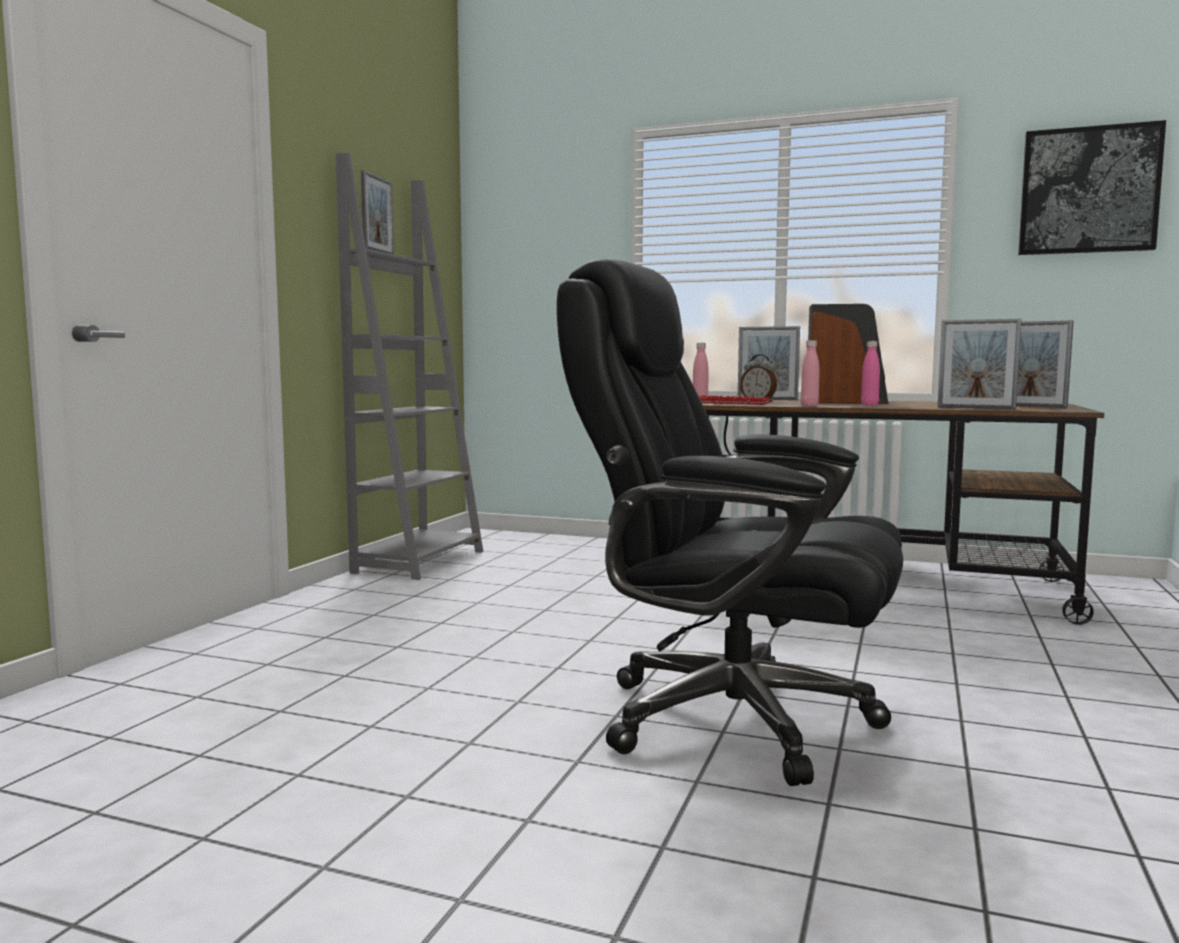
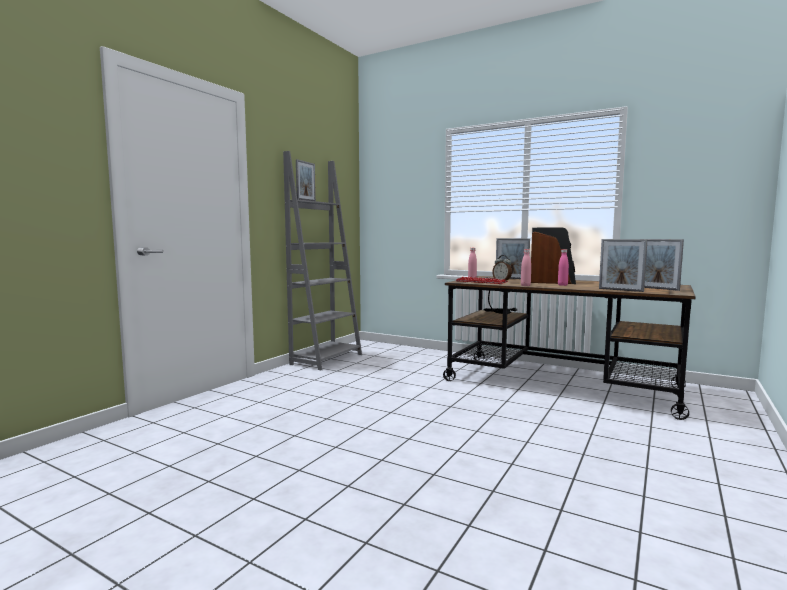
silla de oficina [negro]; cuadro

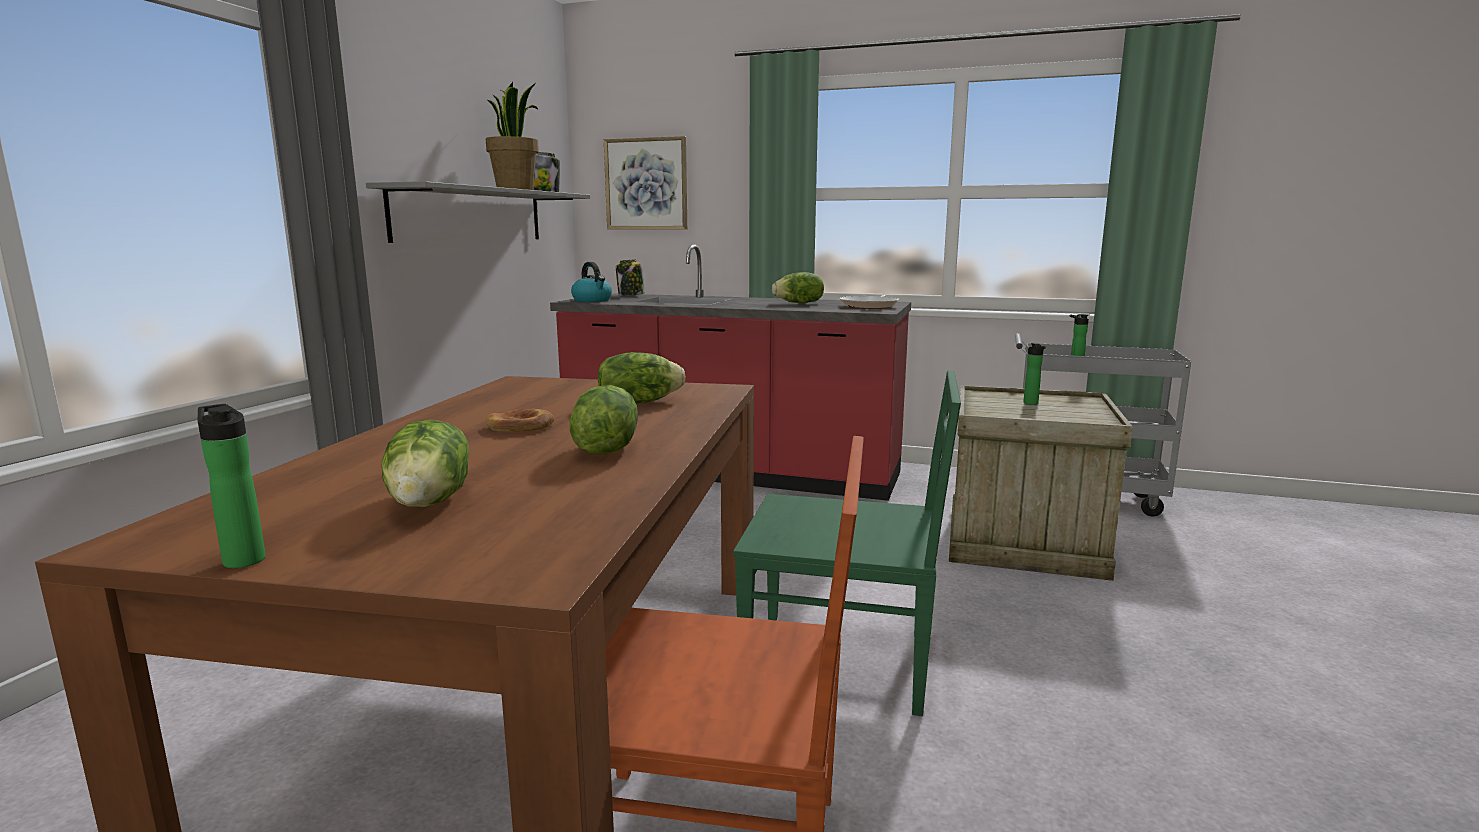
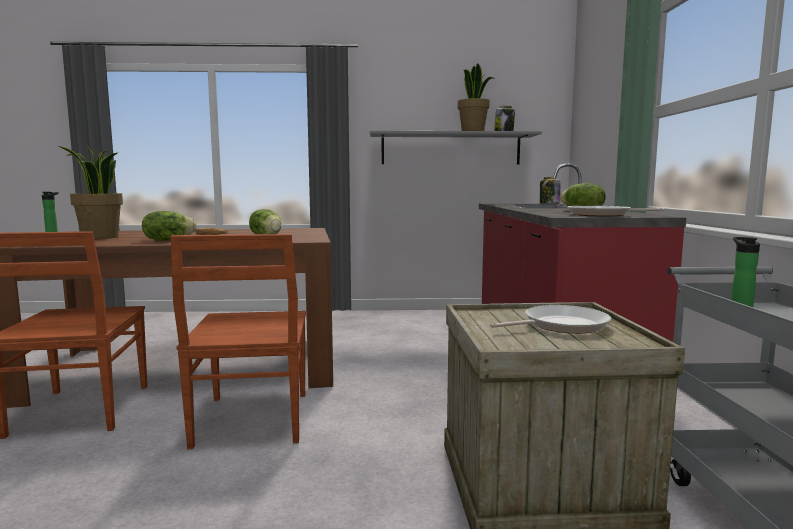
hervidor; cuadro; planta en maceta (1st from left); sartén (1st from left); silla [marrón] (2nd from left)

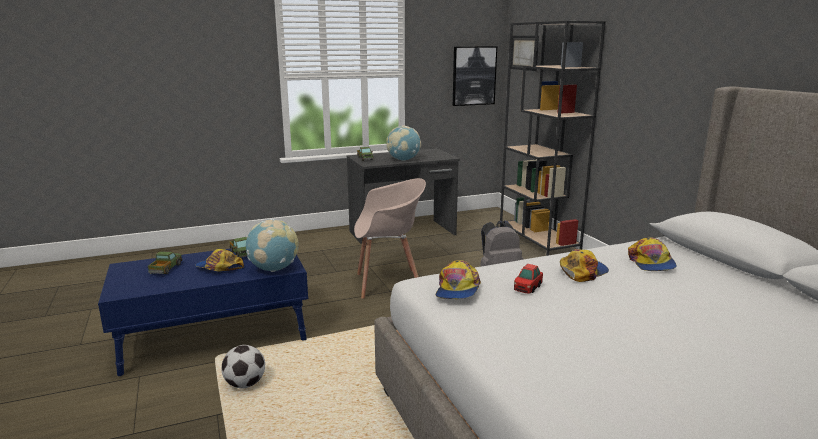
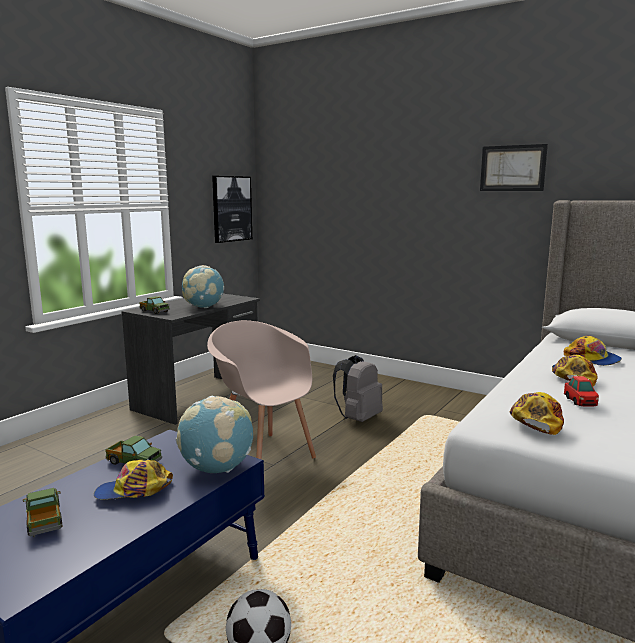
estantería; cuadro (2nd from left); silla [beis]; gorra (2nd from left)

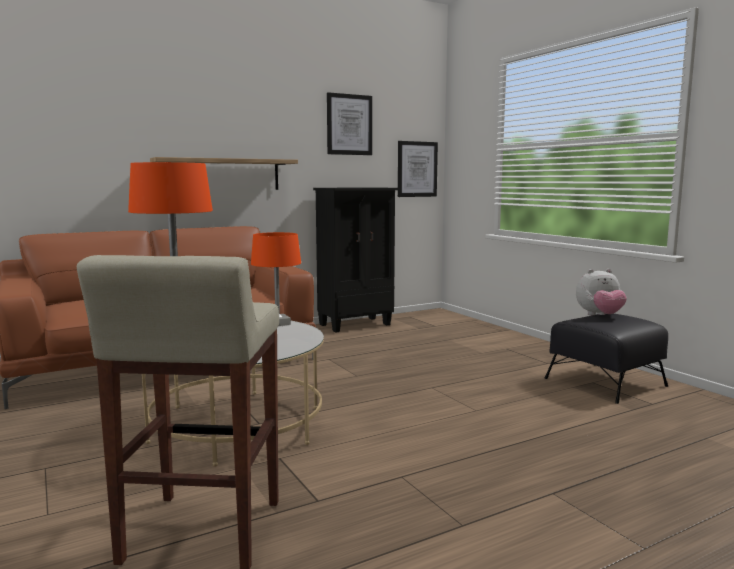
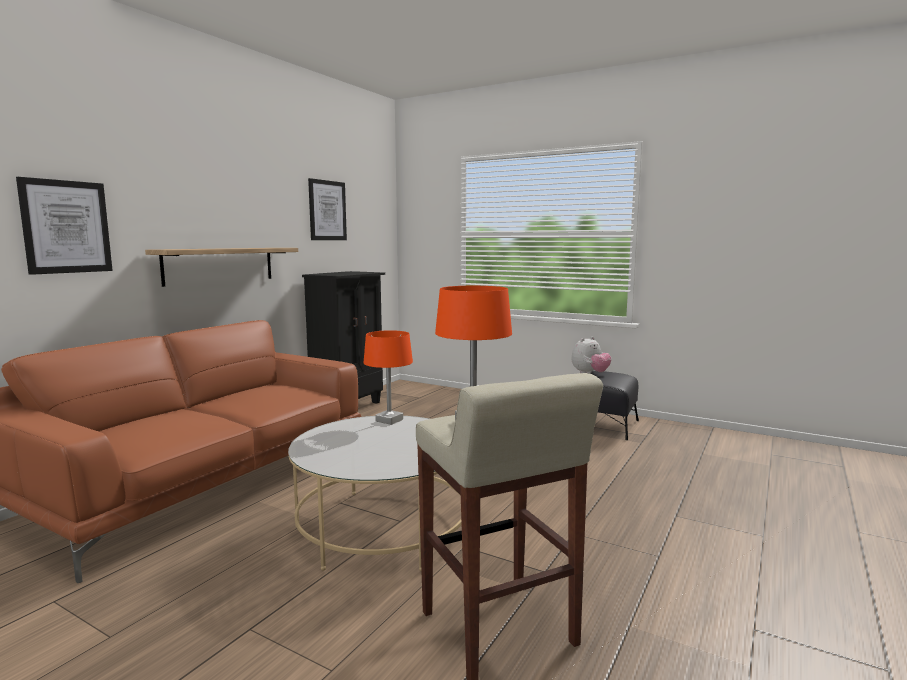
cuadro (1st from left)

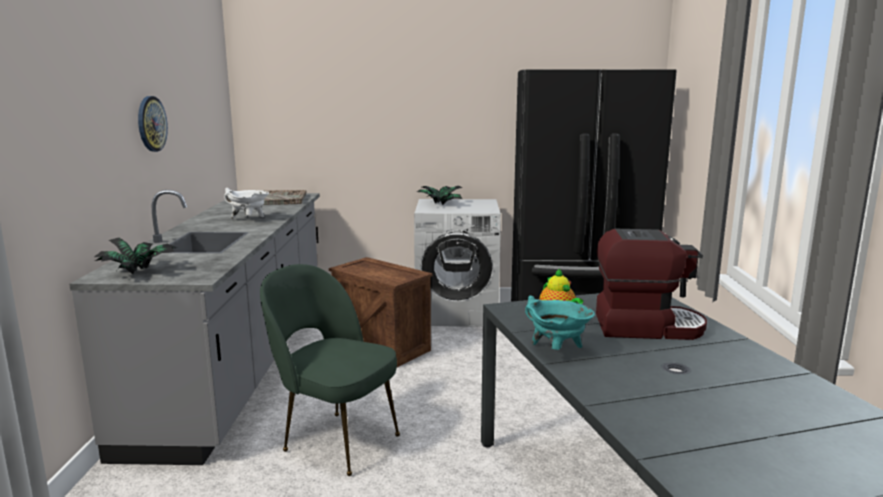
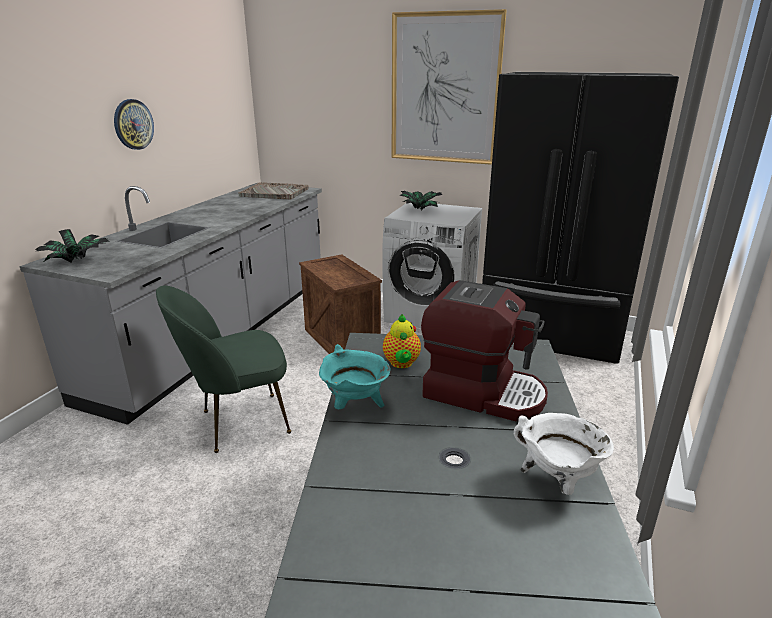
cuadro; olla [blanco]; silla [verde]

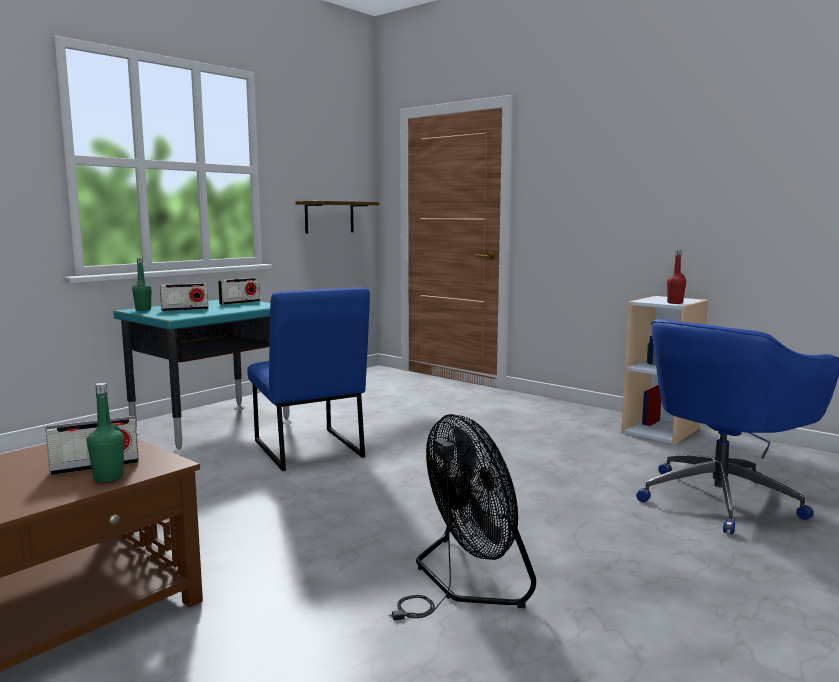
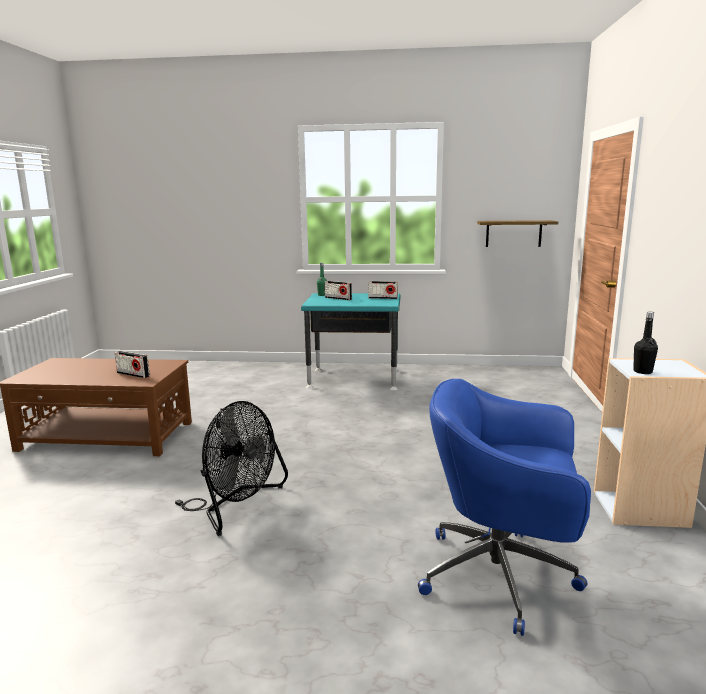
botella [verde] (1st from left in the first image); silla [azul]; botella [negro]

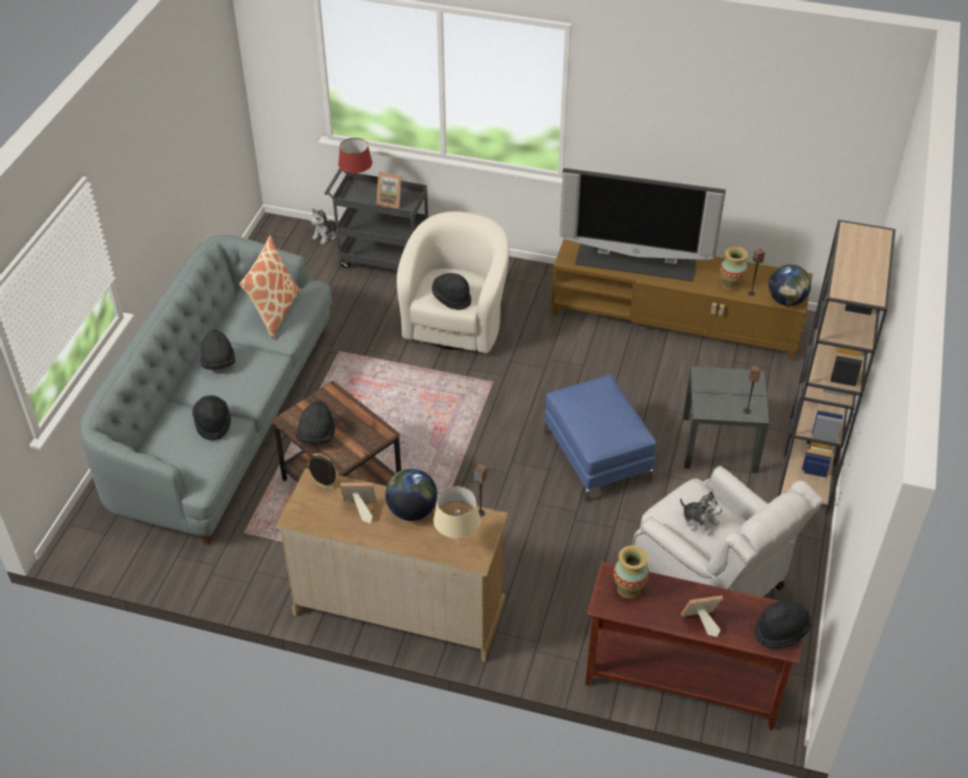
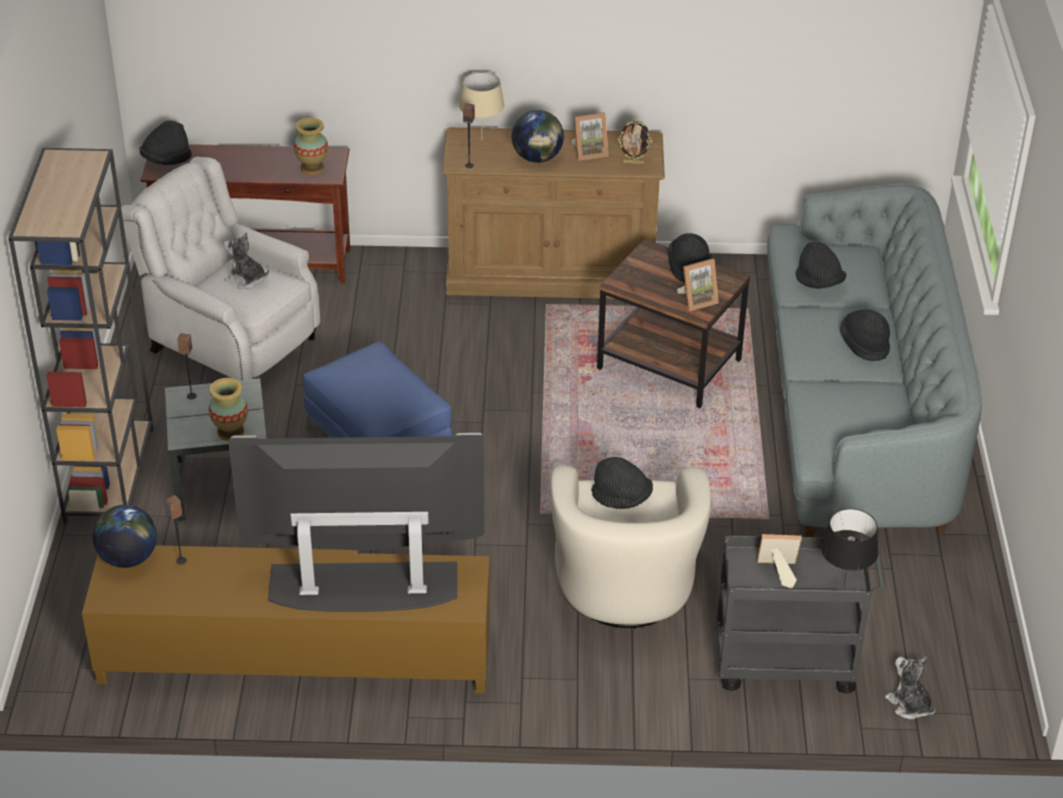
cojín; portarretratos (3rd from left); florero (1st from left); lámpara de mesa [negro]; peluche (2nd from left)

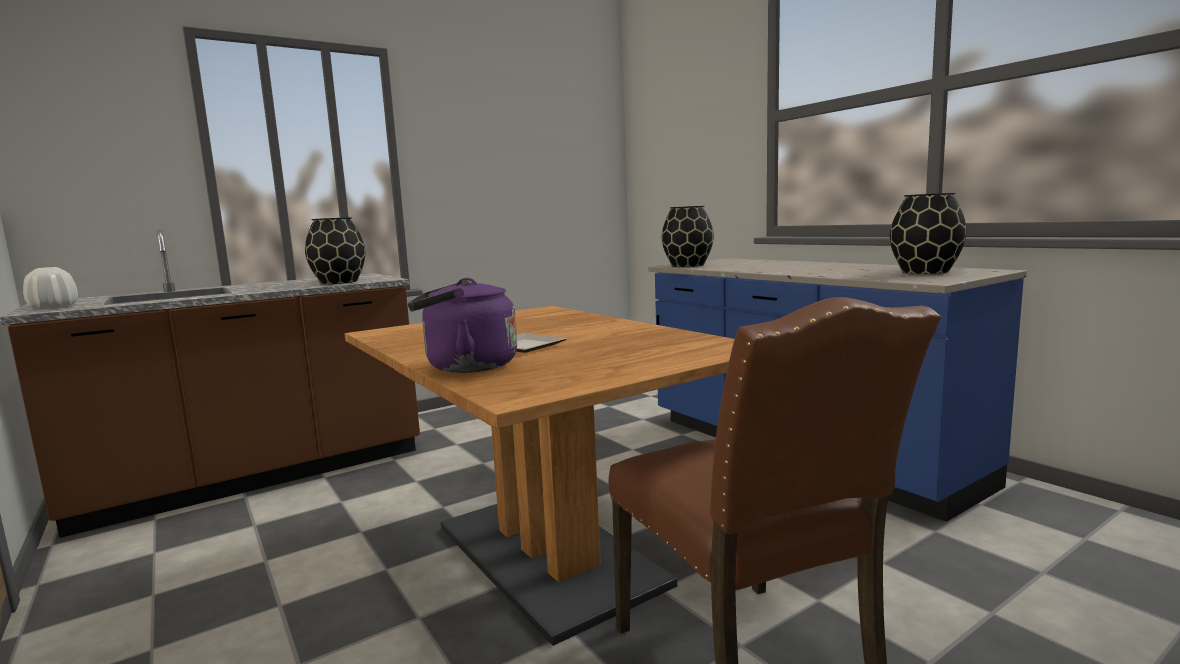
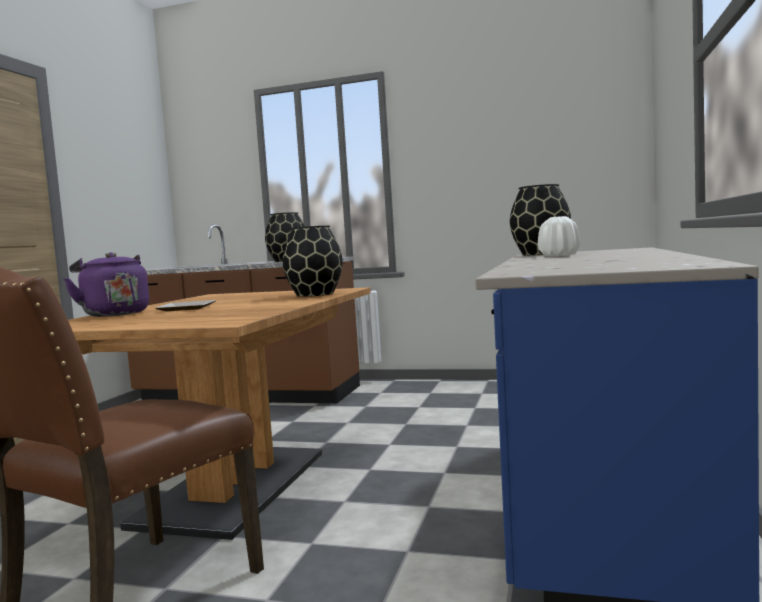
florero [blanco]; florero [negro] (2nd from left)

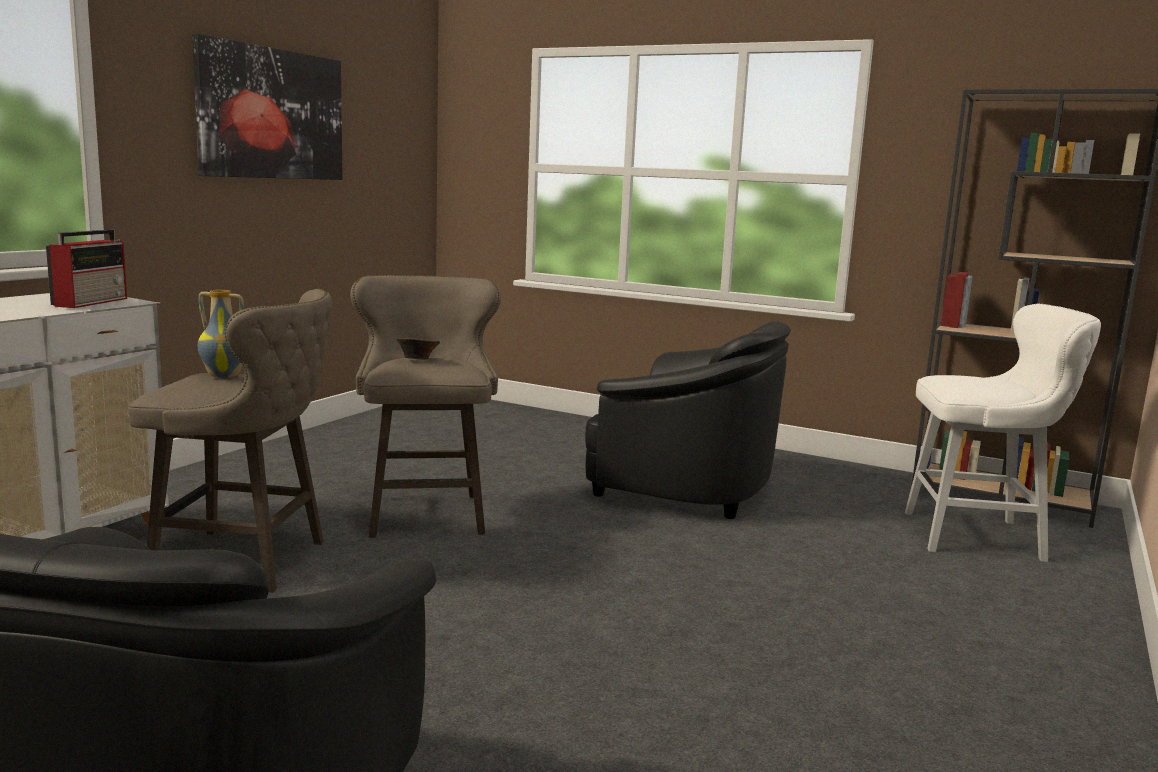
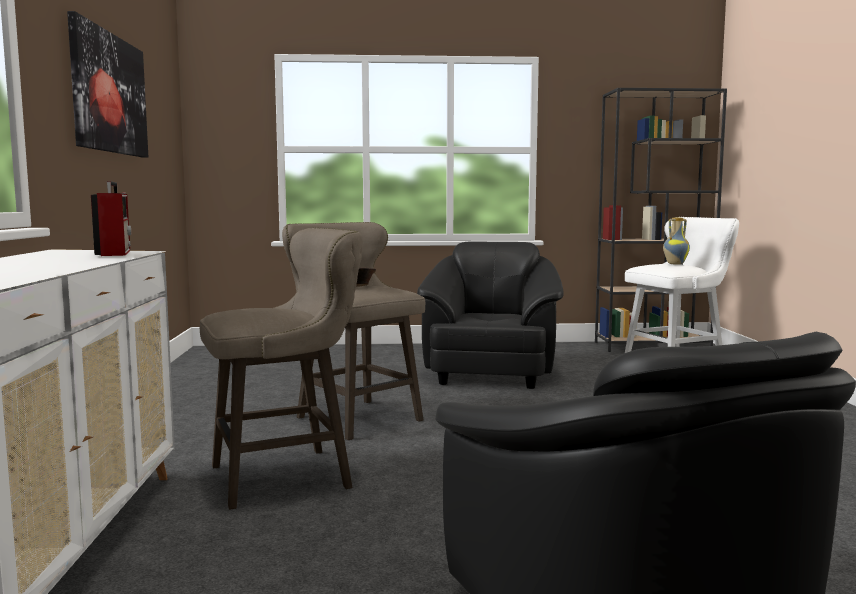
florero; sillón [negro] (1st from left)

